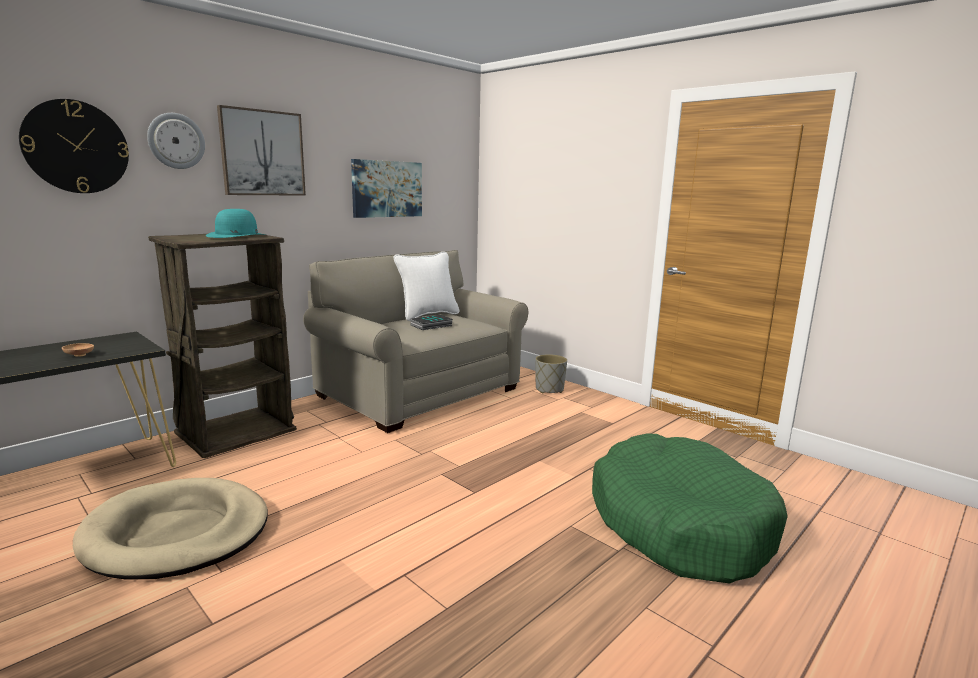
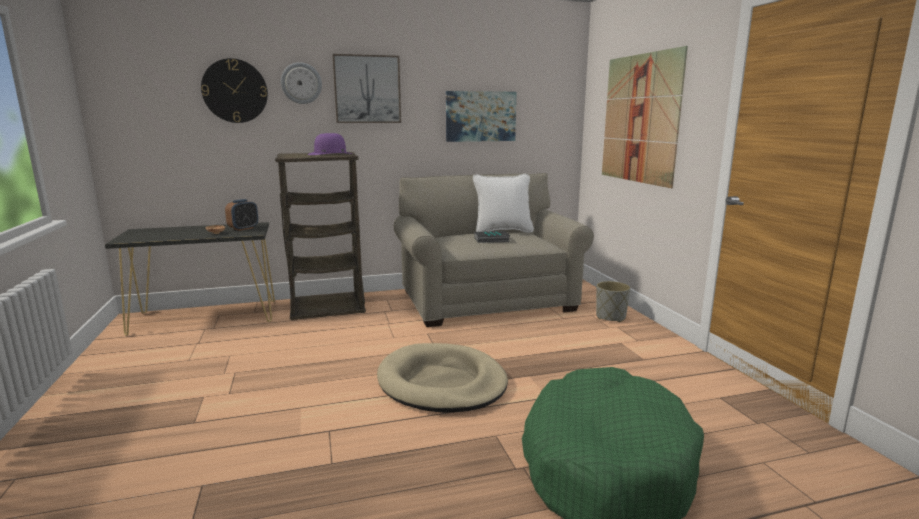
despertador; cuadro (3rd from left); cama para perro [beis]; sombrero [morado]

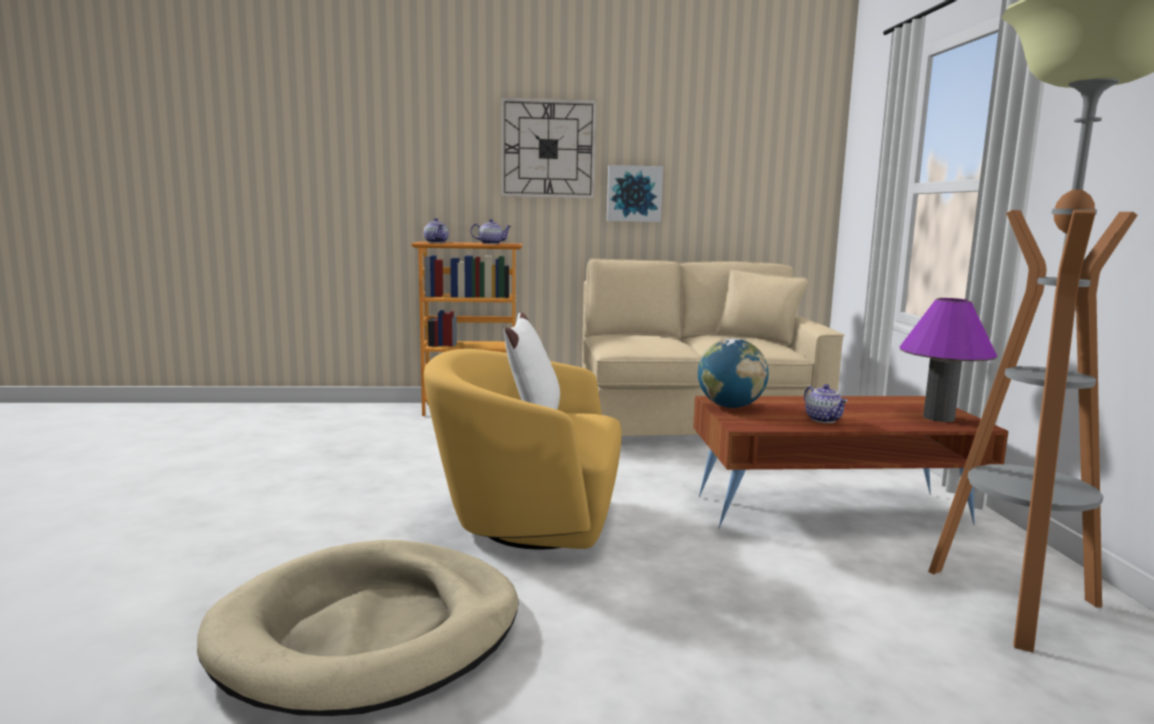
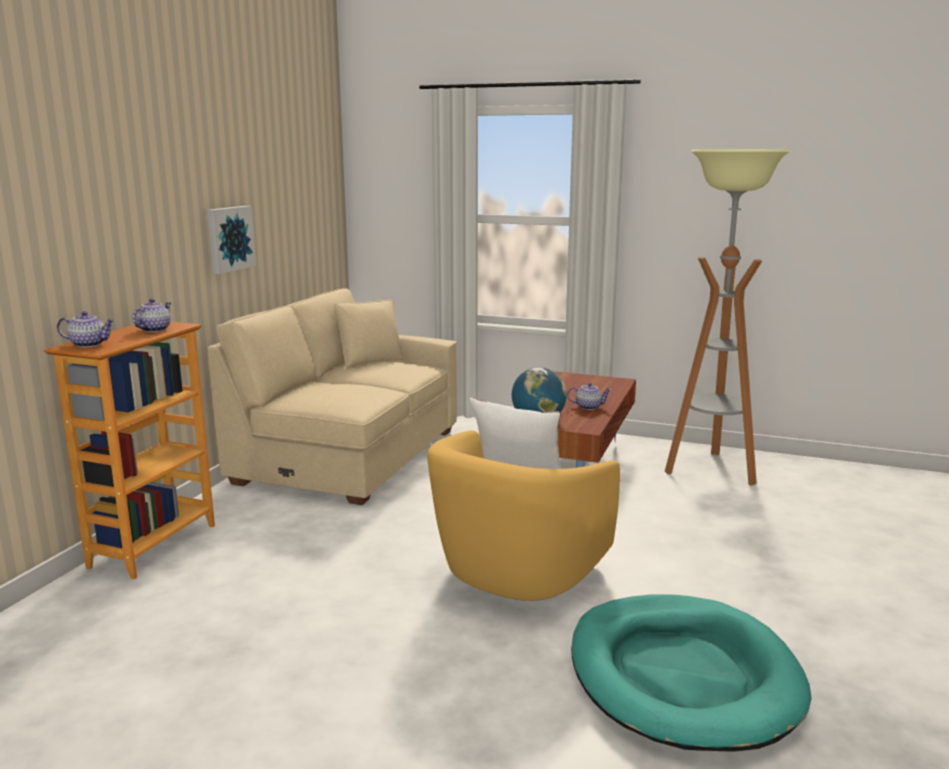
reloj de pared; lámpara de mesa [morado]; cama para perro [turquesa]

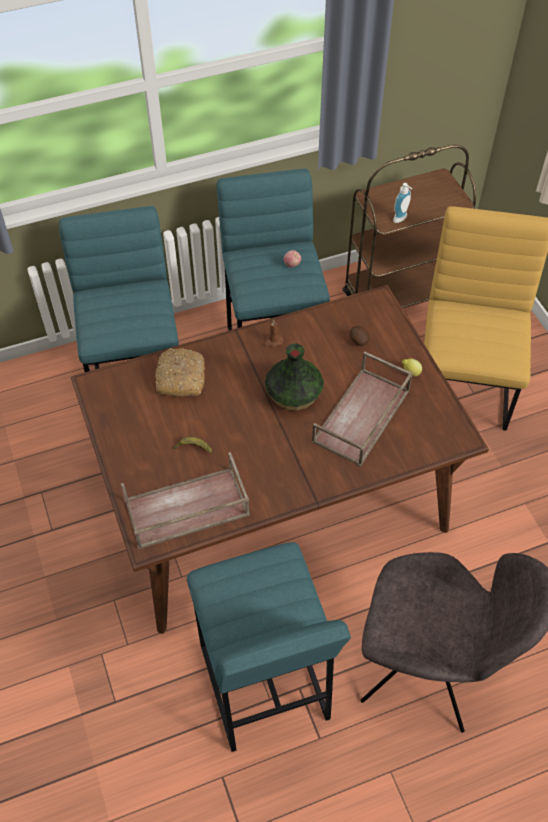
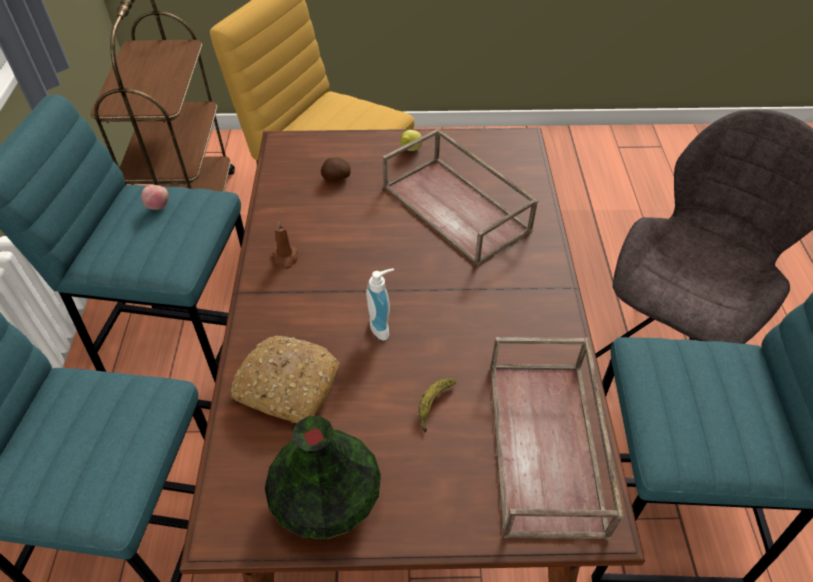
florero; dispensador de jabón

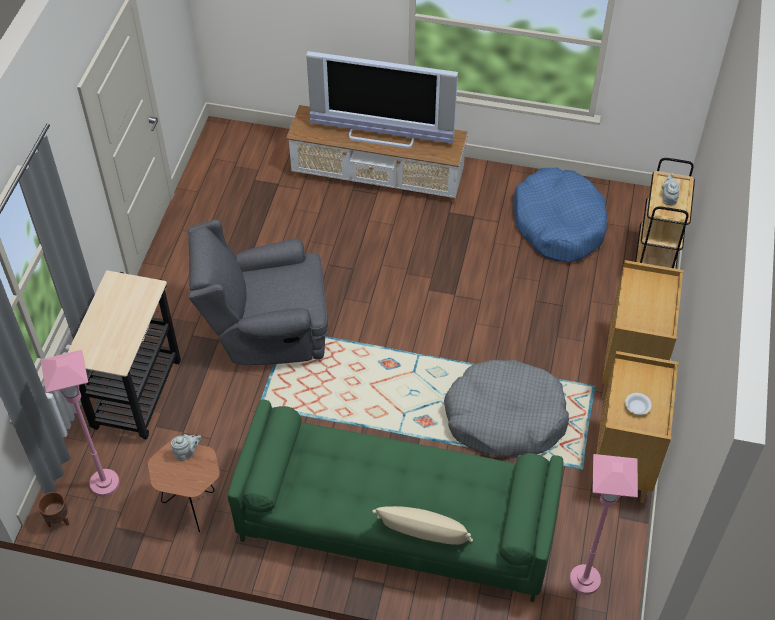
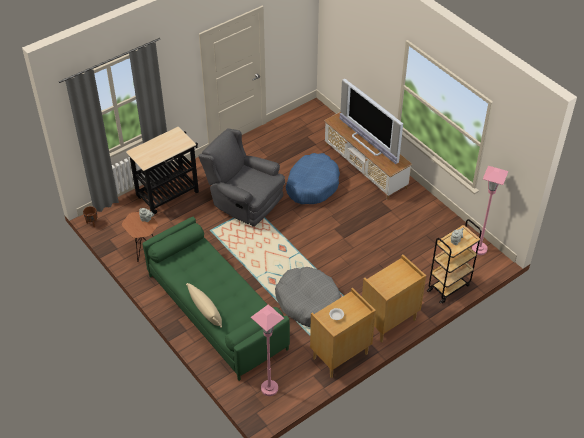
lámpara de pie [rosa] (2nd from left); cama para perro [azul]

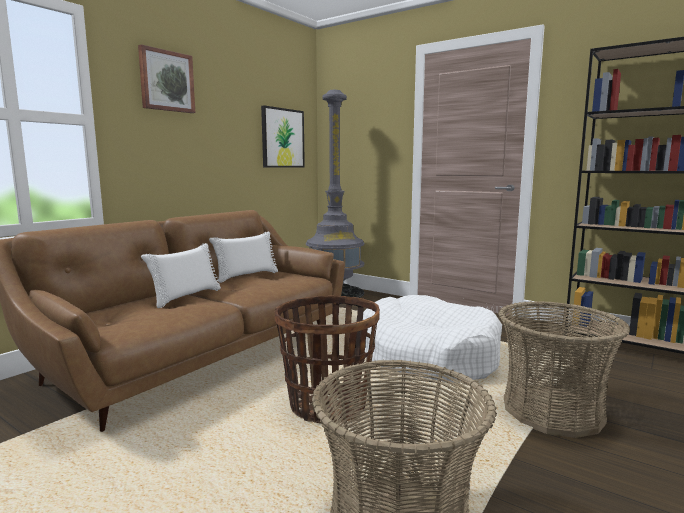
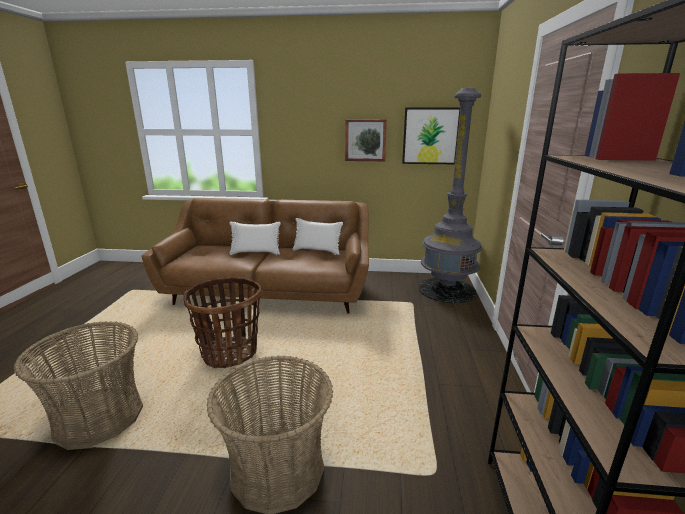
cama para perro [blanco]; cuadro (1st from left)

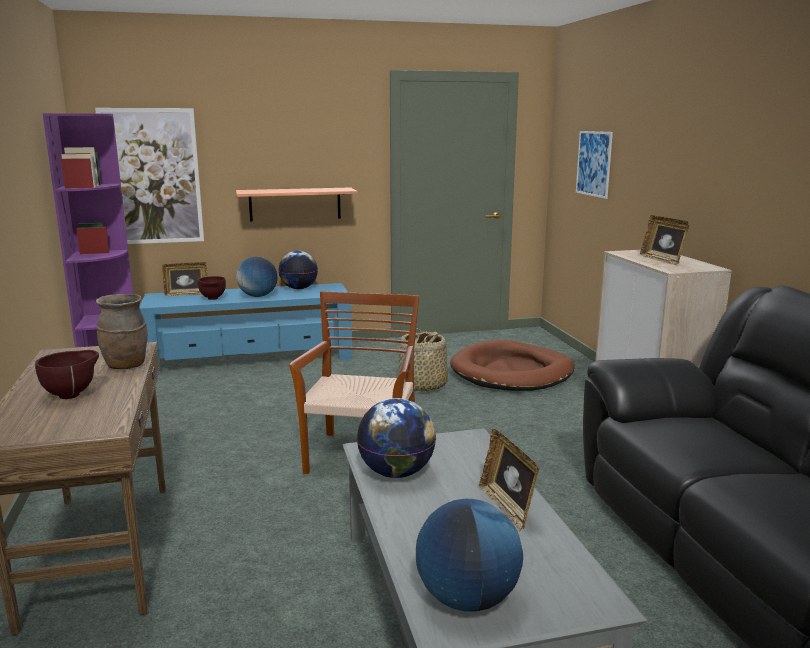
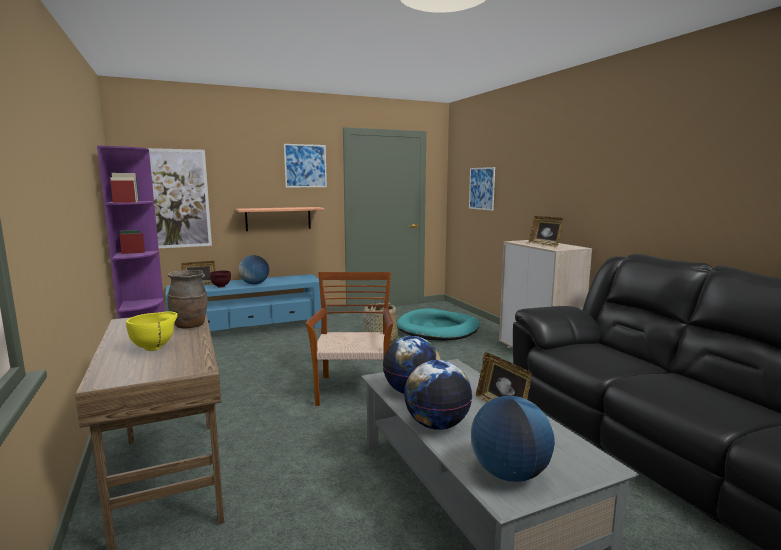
cuadro (2nd from left); globo terráqueo (3rd from left); cuenco [amarillo]; cama para perro [turquesa]

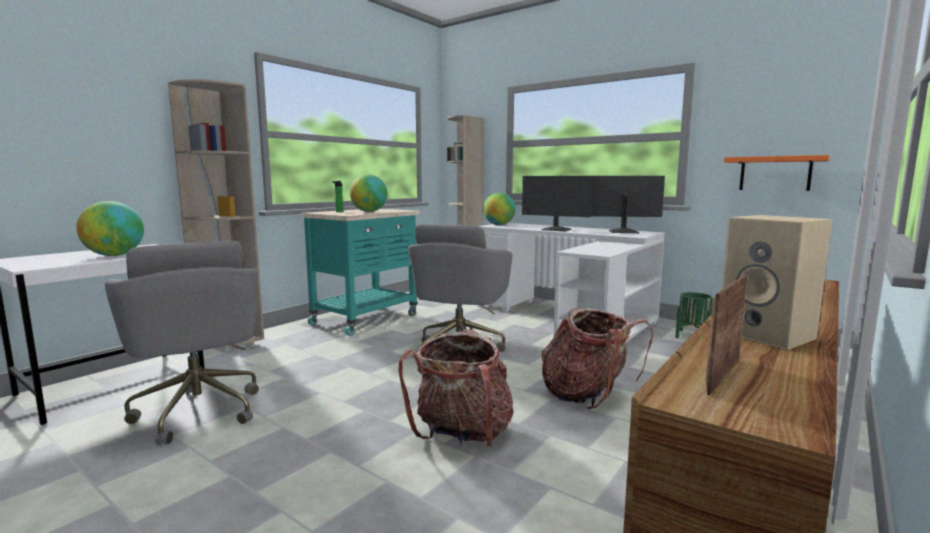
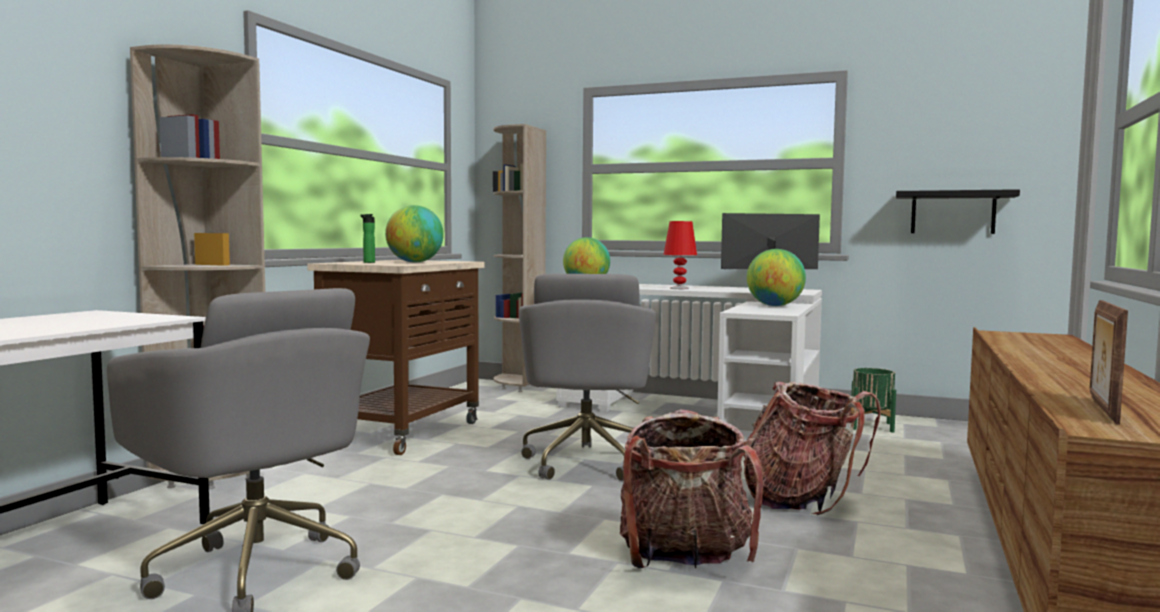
altavoz [beis]; globo terráqueo (3rd from left); lámpara de mesa [rojo]; carrito [marrón]; estante [negro]

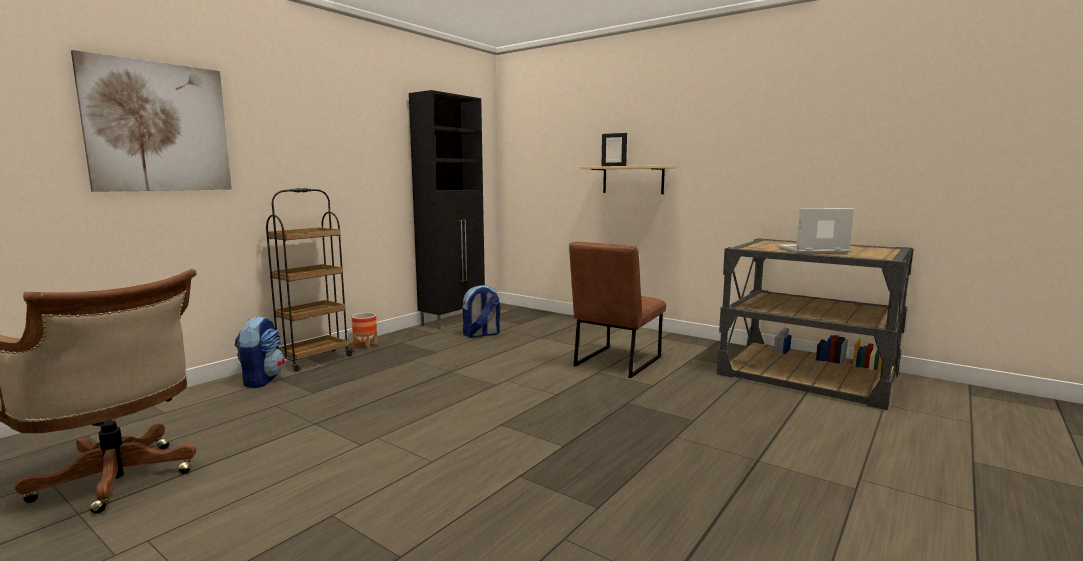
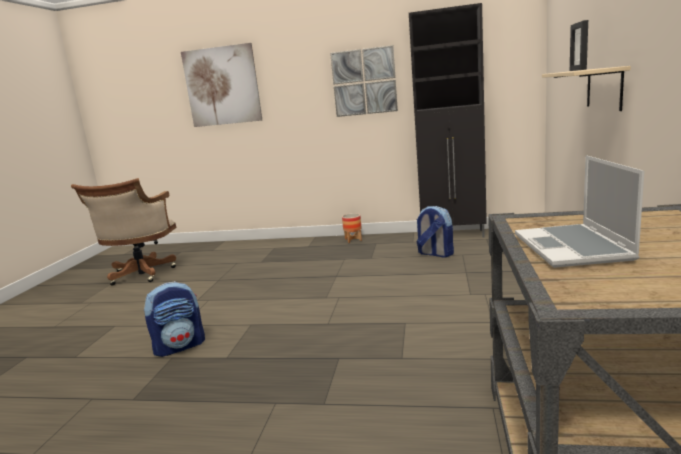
carrito [marrón]; silla [marrón]; cuadro (2nd from left); mochila (1st from left); portátil

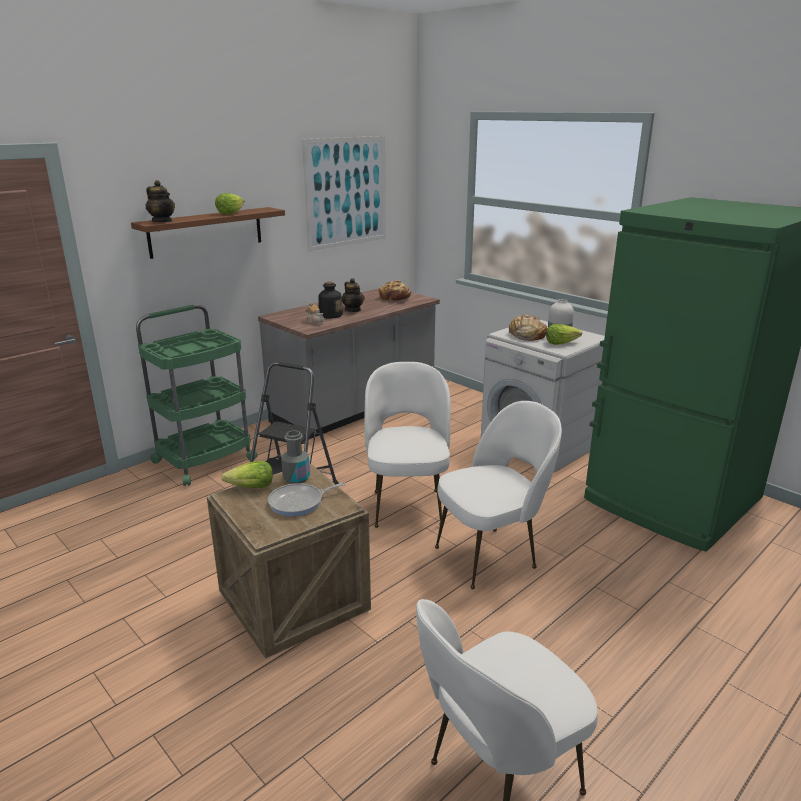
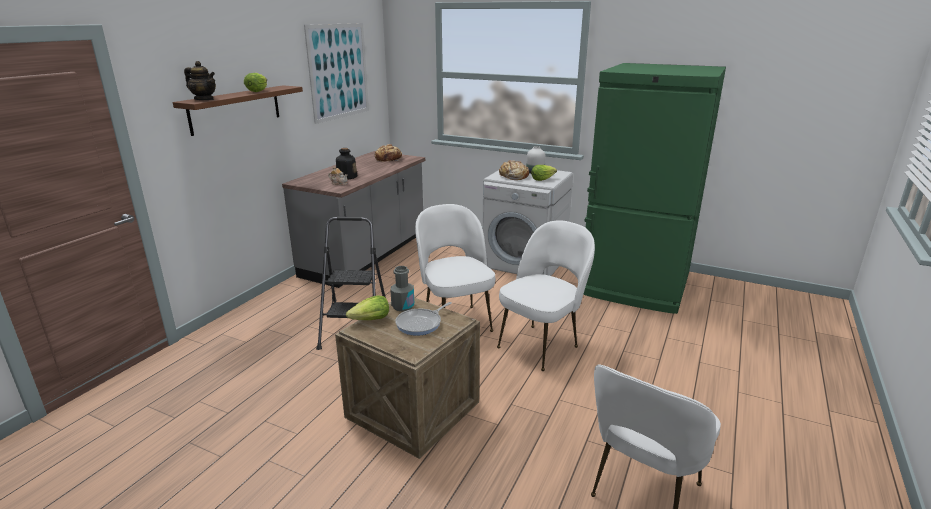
carrito [verde]; tetera (3rd from left in the first image)

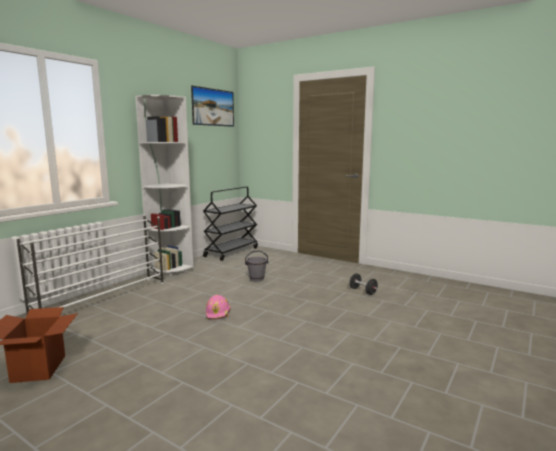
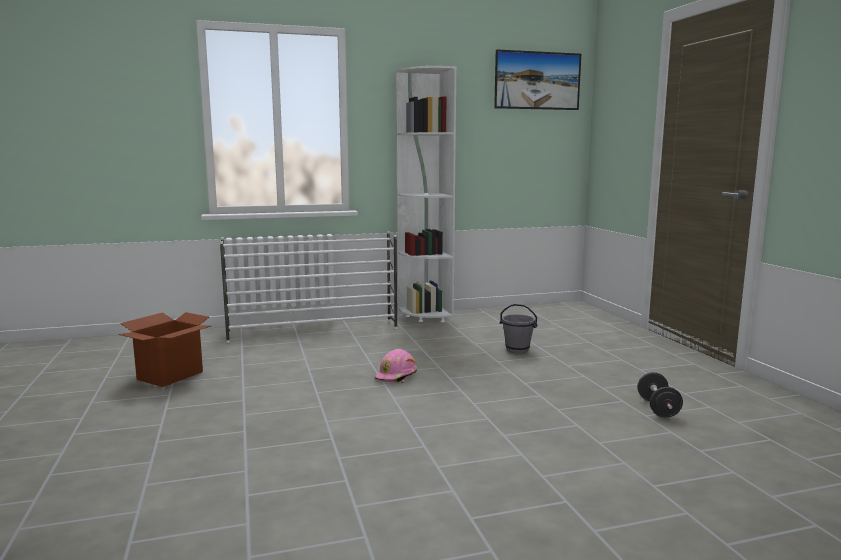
carrito [negro]

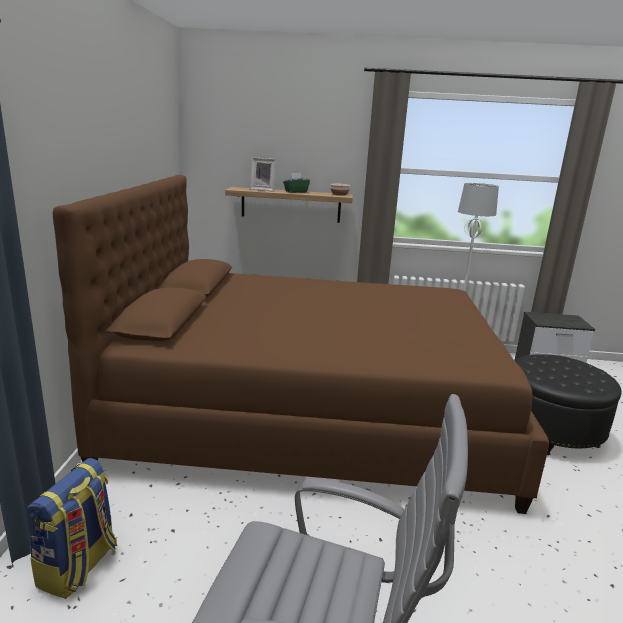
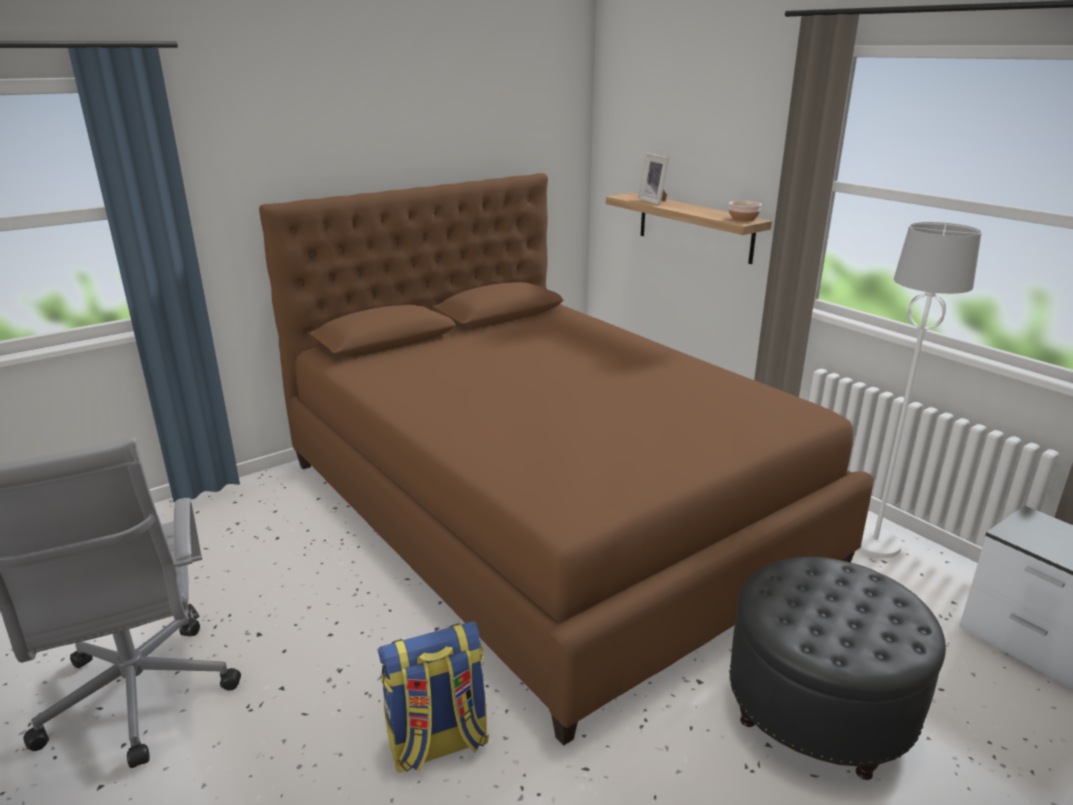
caja de pañuelos [verde]; mochila

